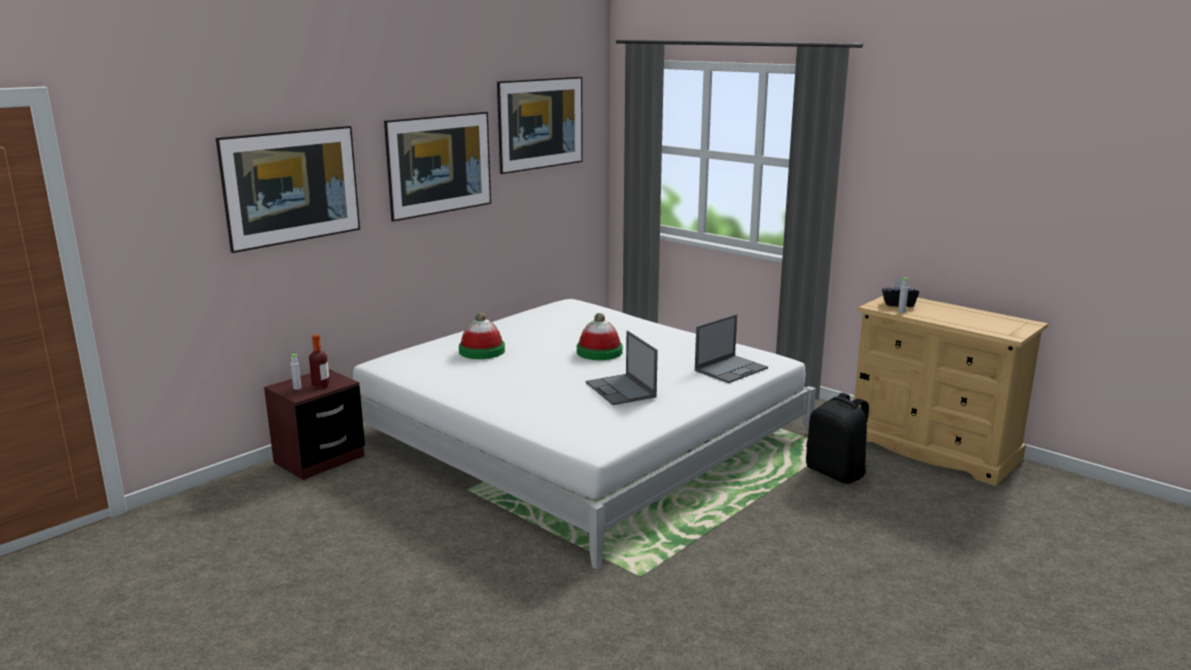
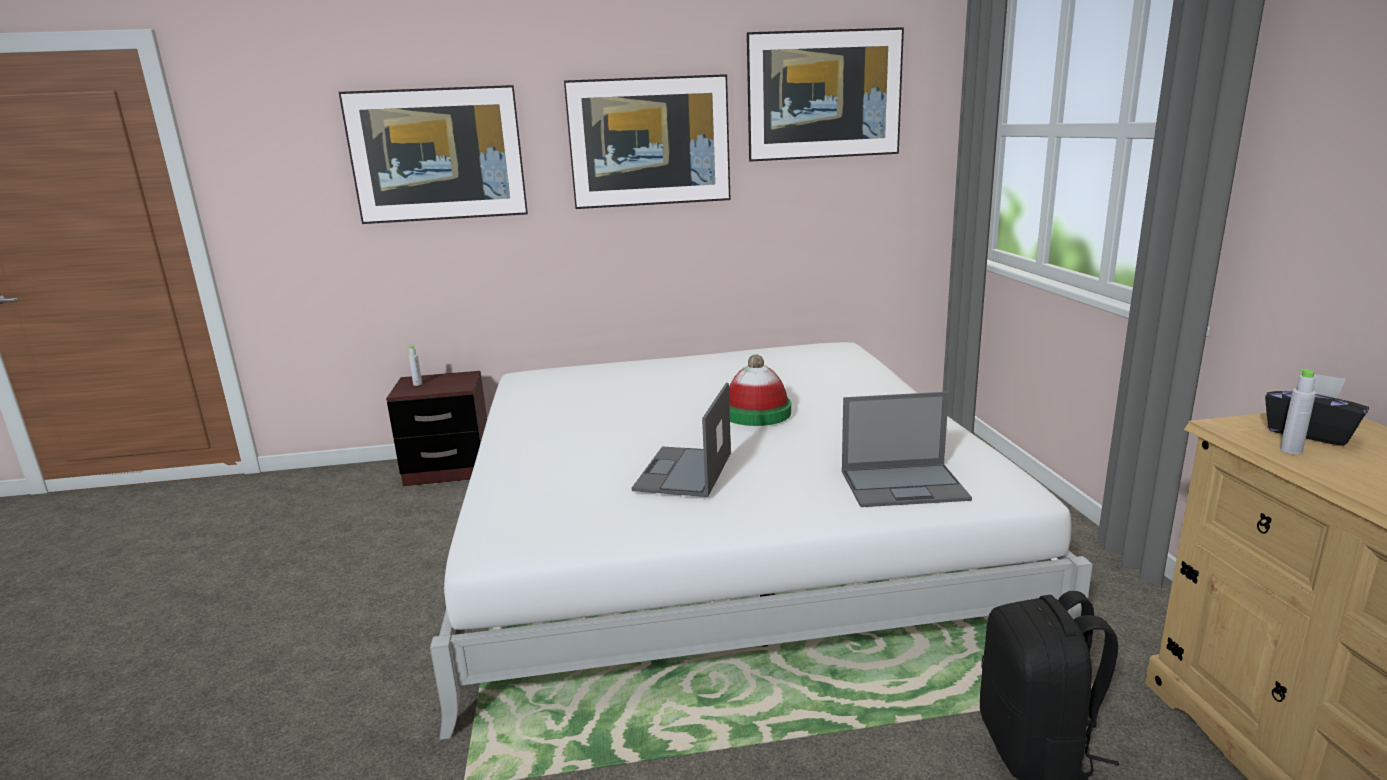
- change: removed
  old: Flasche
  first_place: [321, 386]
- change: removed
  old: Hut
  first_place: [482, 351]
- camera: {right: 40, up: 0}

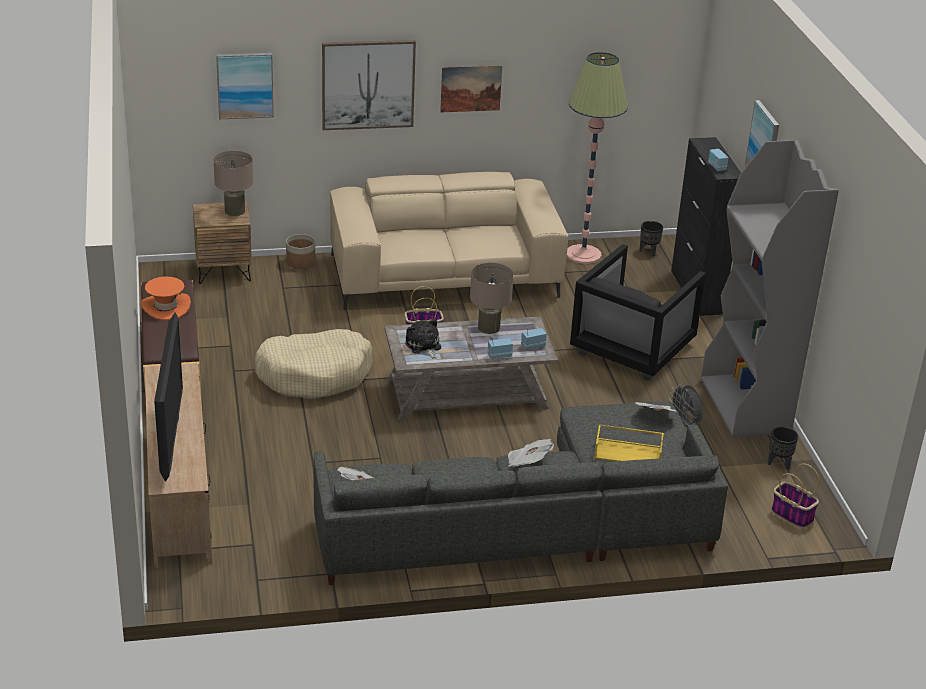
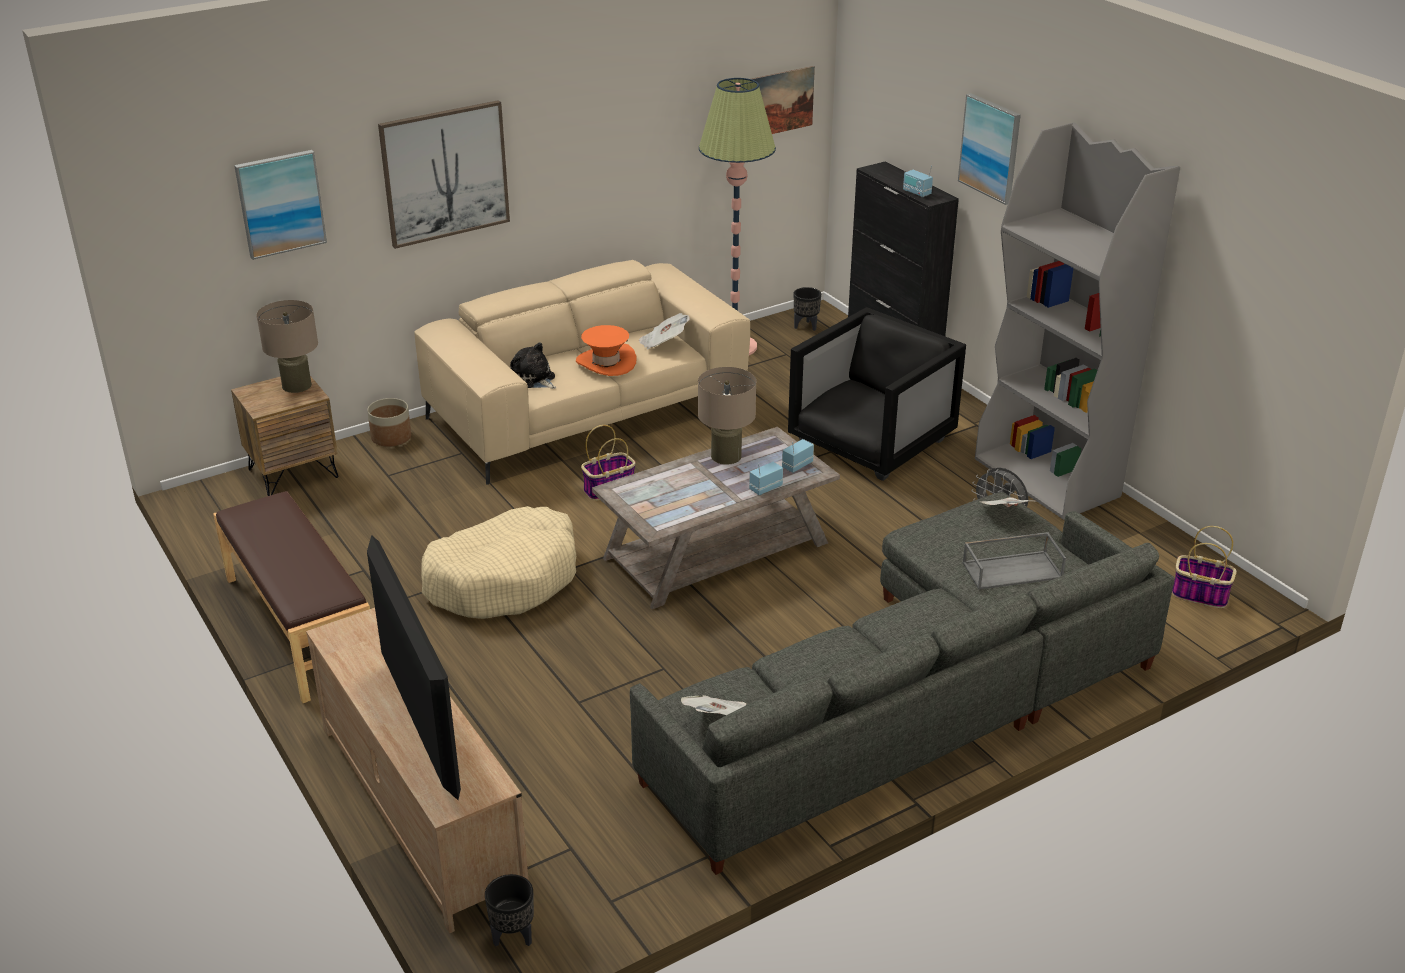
- change: moved
  old: Hut [orange]
  first_place: [166, 307]
  second_place: [606, 362]
- change: moved
  old: Plüschtier
  first_place: [423, 346]
  second_place: [533, 379]
- change: moved
  old: Bild
  first_place: [471, 88]
  second_place: [781, 102]
- change: moved
  old: Zeitung
  first_place: [528, 462]
  second_place: [663, 343]
- change: turned
  old: Sessel [schwarz]
  first_place: [632, 348]
  second_place: [871, 443]
  degrees: -150
- change: recoloured
  old: Tablett [gelb]
  new: Tablett [grau]
  first_place: [628, 452]
  second_place: [1013, 569]
- change: moved
  old: Pflanzkübel [schwarz]
  first_place: [778, 463]
  second_place: [512, 936]
- camera: {right: -20, up: 0}

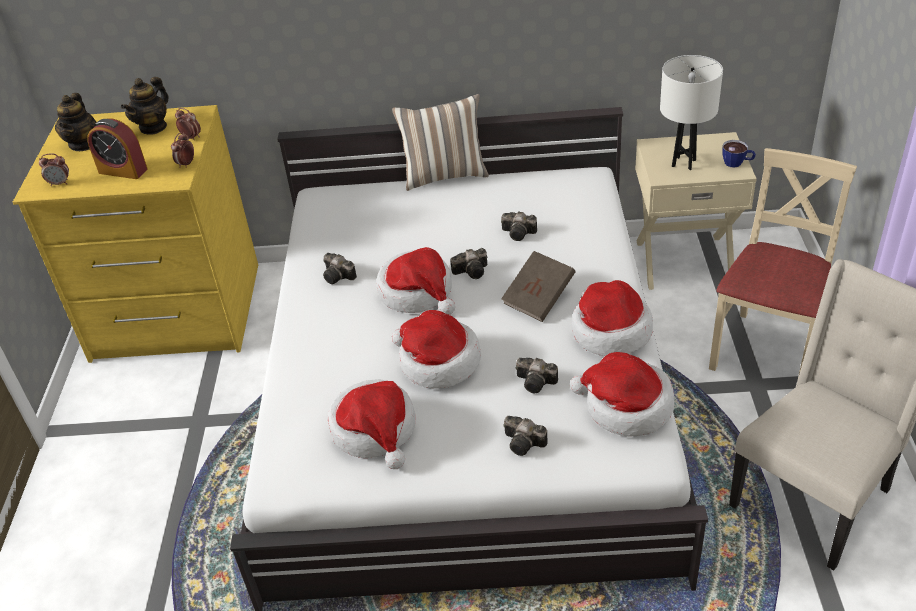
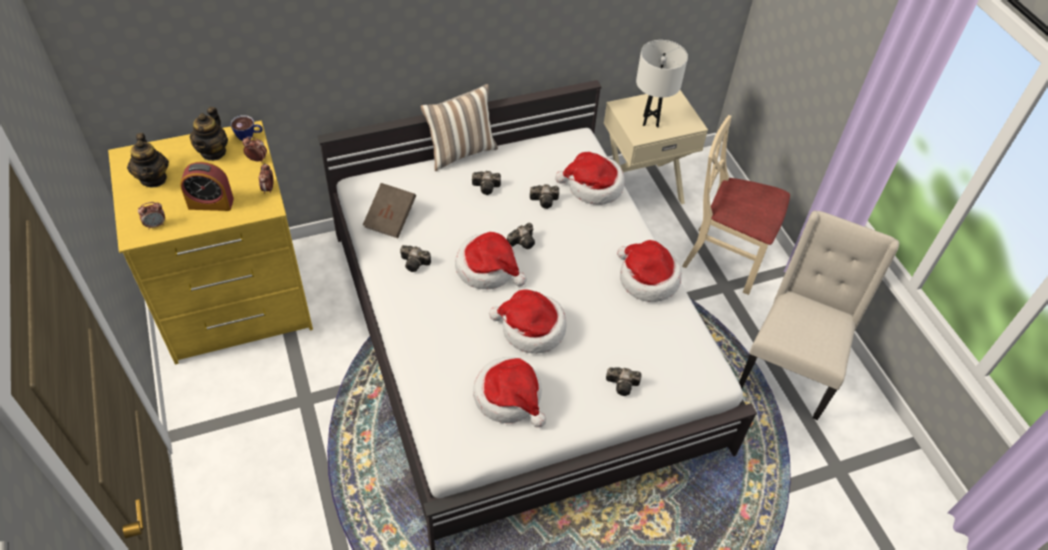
- change: moved
  old: Buch [braun]
  first_place: [538, 299]
  second_place: [390, 219]
- change: moved
  old: Kamera
  first_place: [537, 382]
  second_place: [487, 187]
- change: moved
  old: Hut
  first_place: [626, 407]
  second_place: [593, 187]
- change: turned
  old: Stuhl [beige]
  first_place: [766, 352]
  second_place: [724, 258]
  degrees: -75
- change: moved
  old: Tasse
  first_place: [737, 163]
  second_place: [249, 136]
- camera: {right: -25, up: 10}

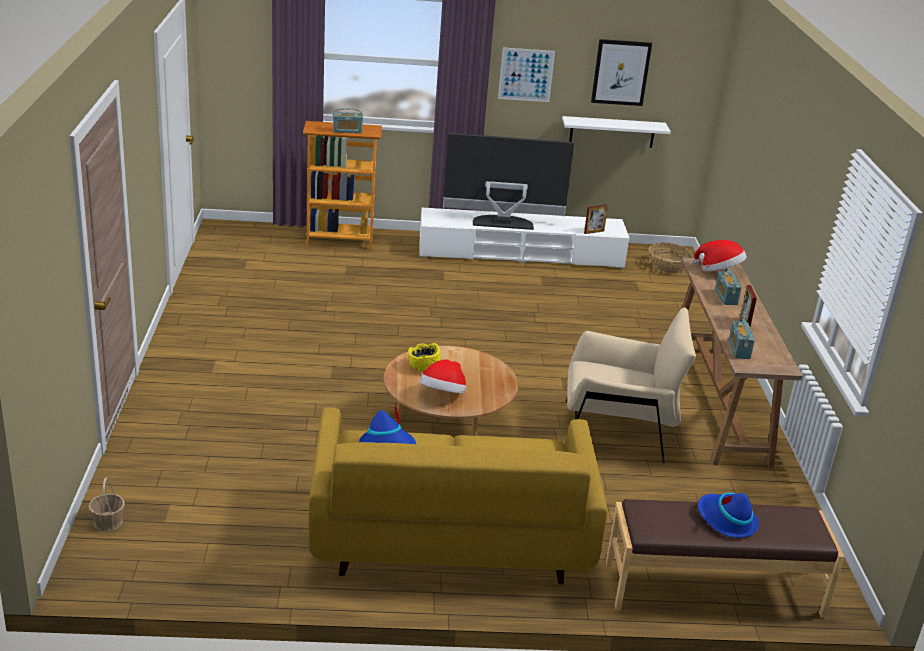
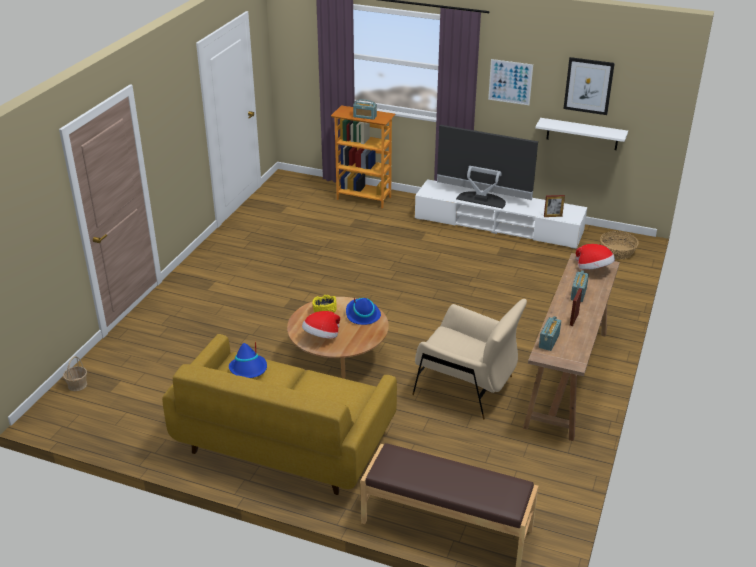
- change: moved
  old: Hut [blau]
  first_place: [726, 520]
  second_place: [362, 314]
- camera: {right: 25, up: 5}

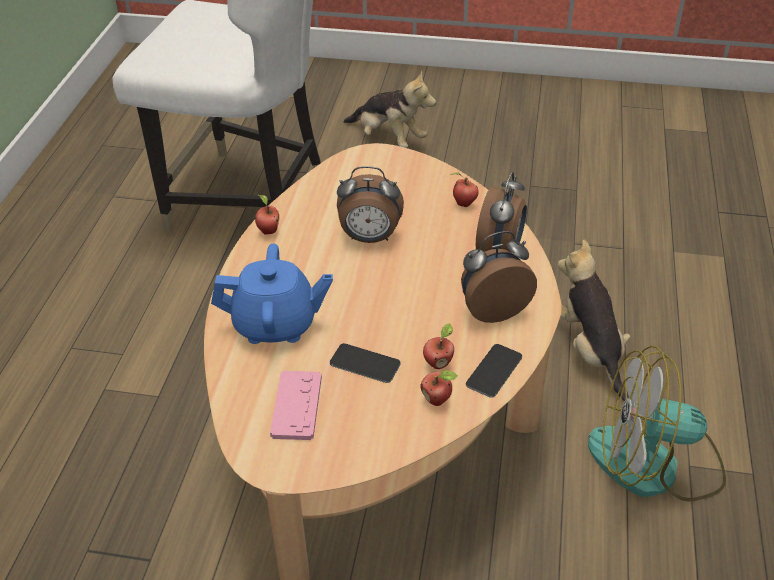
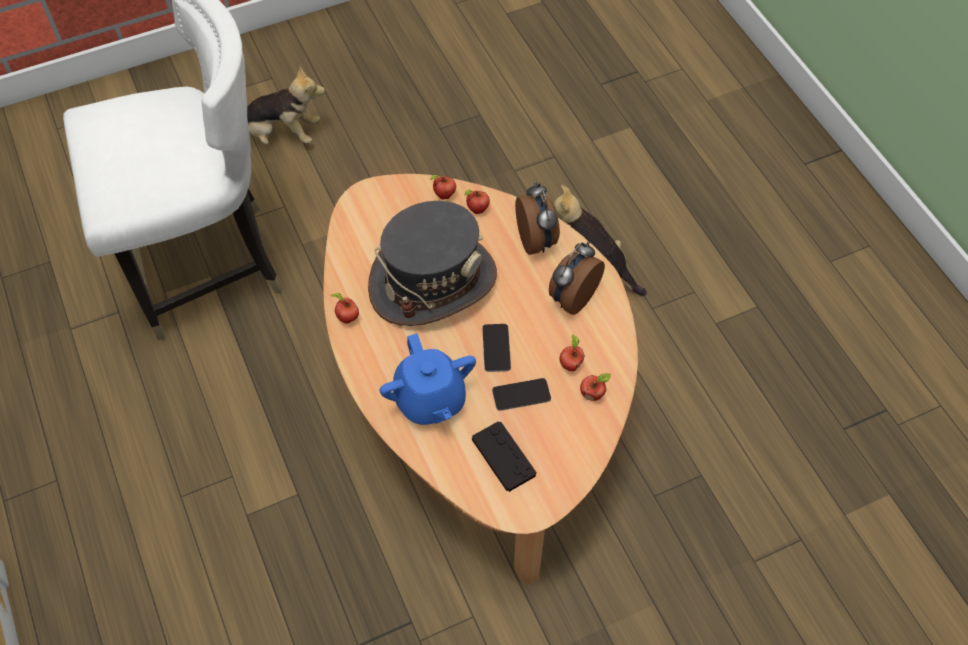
- change: turned
  old: Teekanne [blau]
  first_place: [276, 325]
  second_place: [430, 400]
  degrees: 105
- change: recoloured
  old: Gamepad [rosa]
  new: Gamepad [schwarz]
  first_place: [296, 406]
  second_place: [503, 457]
- change: replaced
  old: Wecker
  new: Hut [grau]
  first_place: [369, 238]
  second_place: [433, 282]
- change: moved
  old: Handy
  first_place: [494, 371]
  second_place: [496, 348]
- change: removed
  old: Ventilator
  first_place: [654, 464]
- change: added
  new: Apfel
  second_place: [443, 196]
- camera: {right: -35, up: 15}

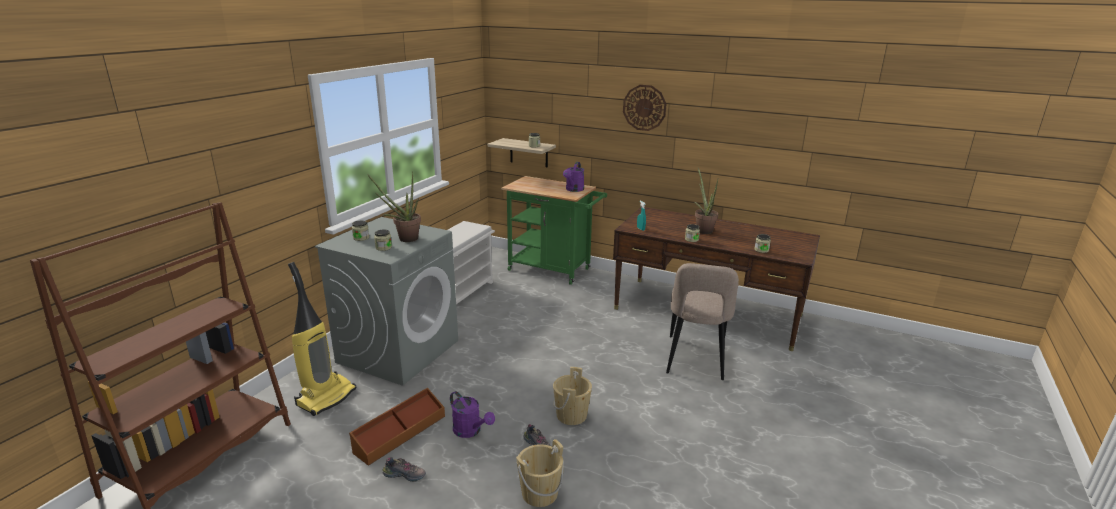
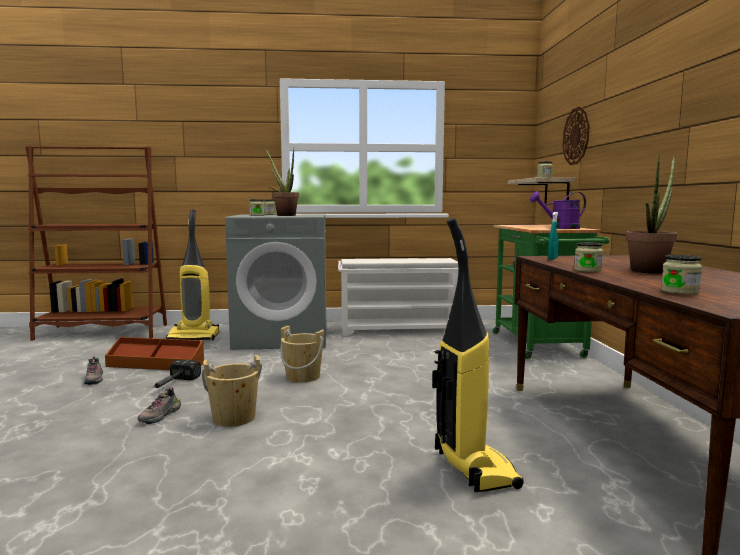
- change: replaced
  old: Gießkanne [lila]
  new: Hammer
  first_place: [470, 431]
  second_place: [173, 384]
- change: moved
  old: Eimer [beige]
  first_place: [539, 493]
  second_place: [303, 377]
- change: moved
  old: Wanduhr
  first_place: [644, 107]
  second_place: [576, 136]
- change: replaced
  old: Stuhl [beige]
  new: Staubsauger
  first_place: [695, 360]
  second_place: [473, 468]
- camera: {right: 60, up: -15}

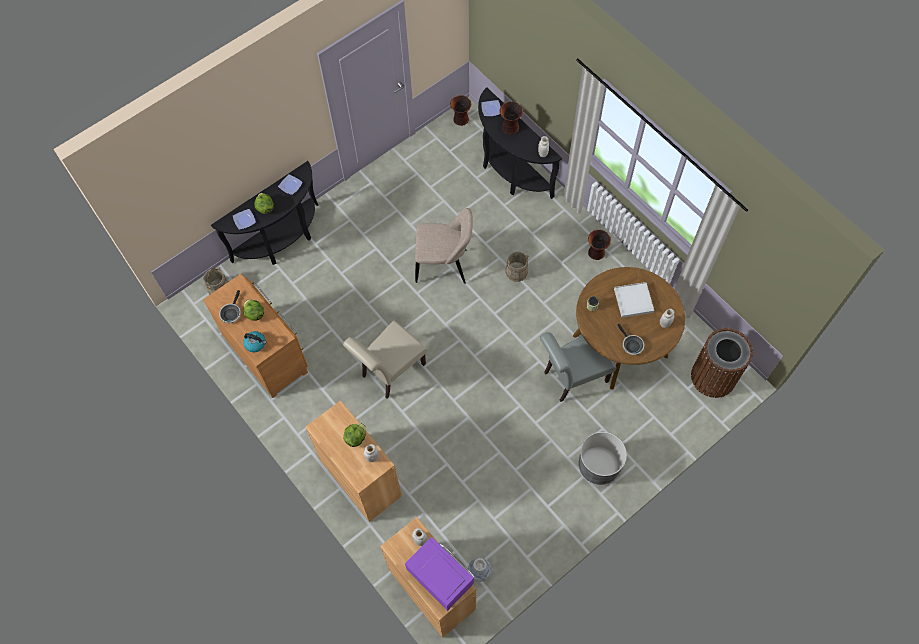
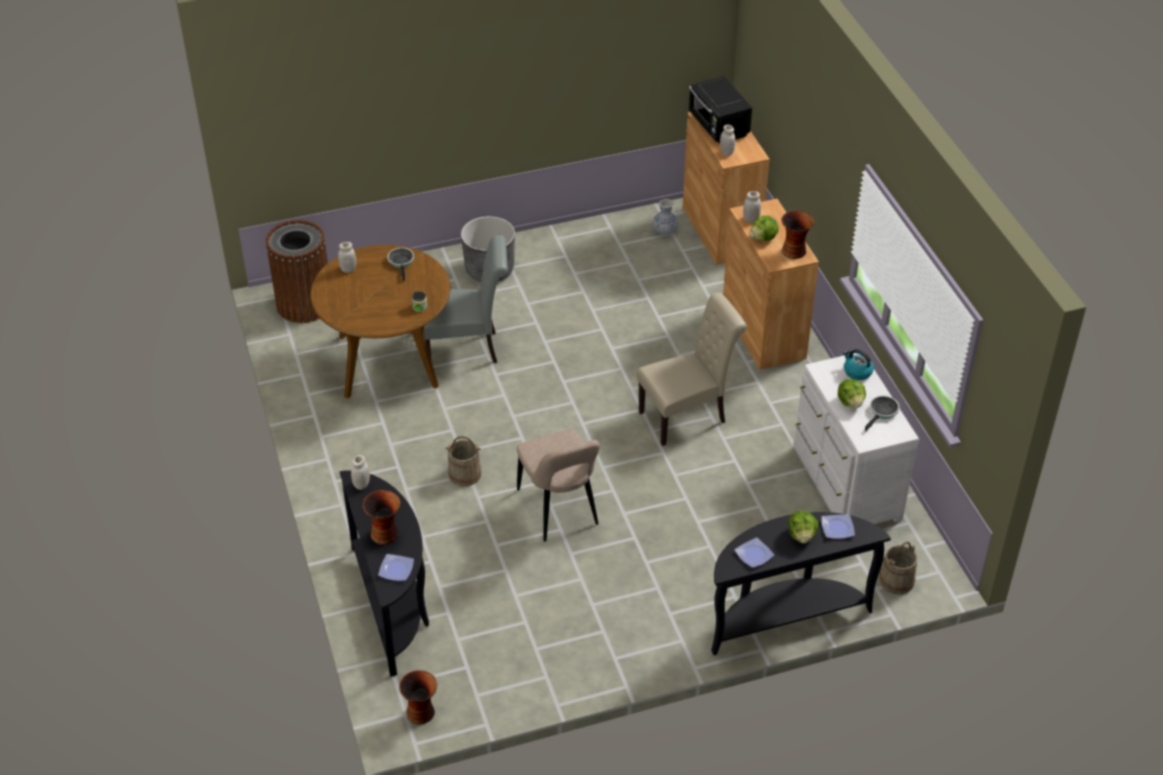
- change: recoloured
  old: Kommode [braun]
  new: Kommode [weiß]
  first_place: [266, 351]
  second_place: [844, 484]
- change: recoloured
  old: Mikrowelle [lila]
  new: Mikrowelle [schwarz]
  first_place: [440, 576]
  second_place: [718, 127]
- change: turned
  old: Stuhl [beige]
  first_place: [444, 266]
  second_place: [559, 510]
  degrees: -135
- change: moved
  old: Vase
  first_place: [596, 253]
  second_place: [794, 251]
- change: removed
  old: Tablett [weiß]
  first_place: [633, 301]
- camera: {right: -160, up: -20}

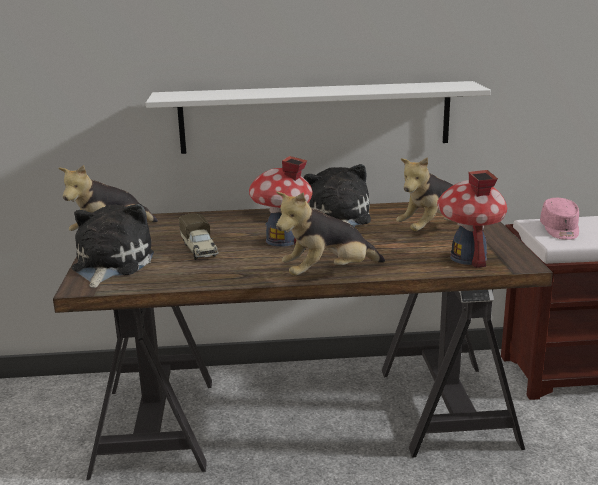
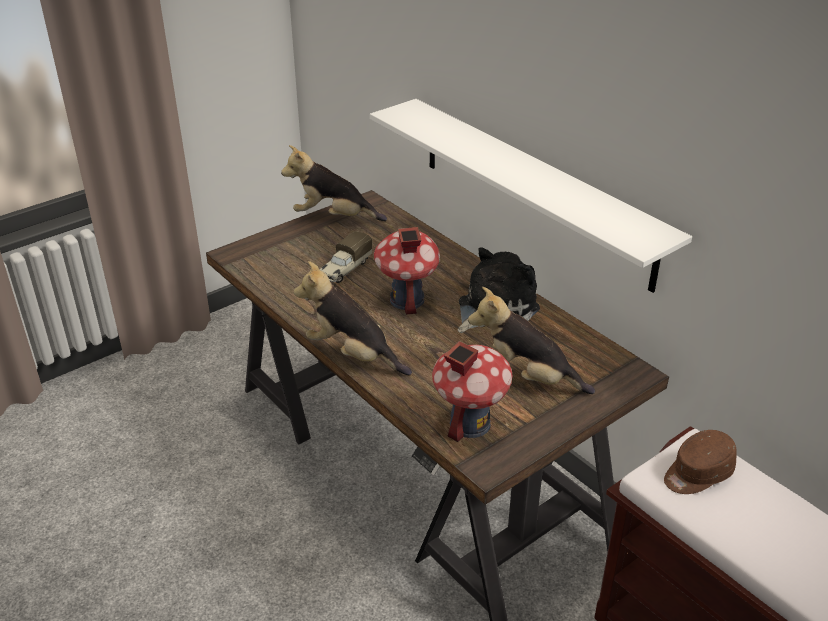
- change: removed
  old: Plüschtier
  first_place: [110, 265]
- change: recoloured
  old: Kappe [rosa]
  new: Kappe [braun]
  first_place: [560, 230]
  second_place: [697, 474]
- camera: {right: 55, up: 15}

